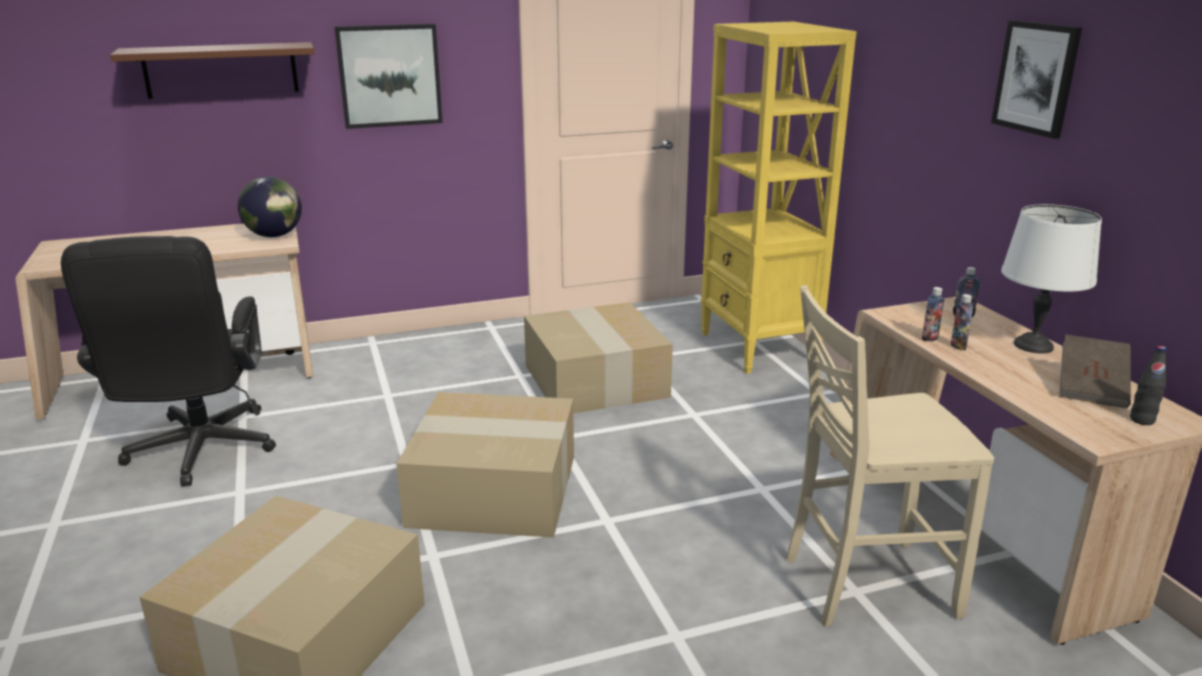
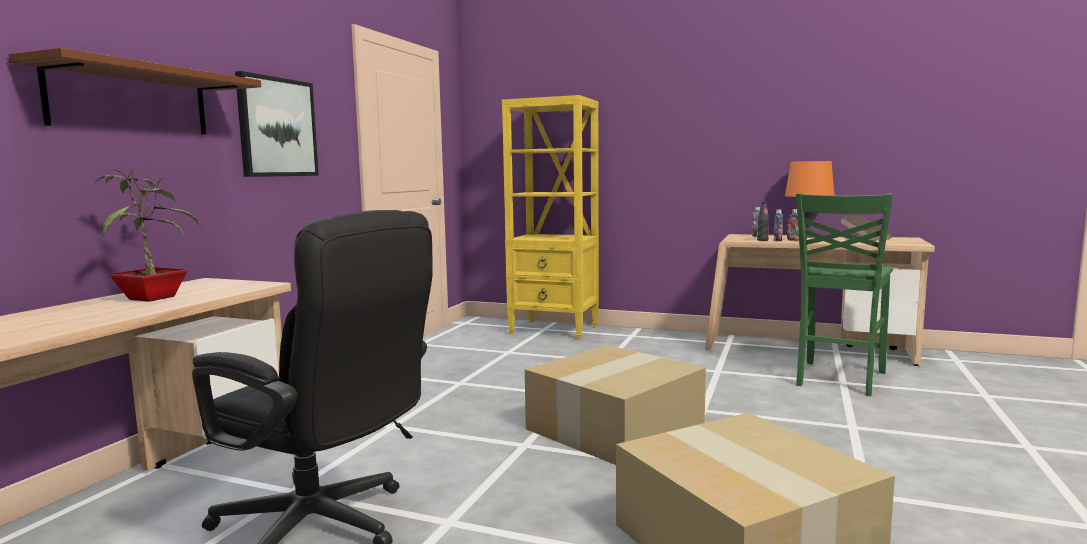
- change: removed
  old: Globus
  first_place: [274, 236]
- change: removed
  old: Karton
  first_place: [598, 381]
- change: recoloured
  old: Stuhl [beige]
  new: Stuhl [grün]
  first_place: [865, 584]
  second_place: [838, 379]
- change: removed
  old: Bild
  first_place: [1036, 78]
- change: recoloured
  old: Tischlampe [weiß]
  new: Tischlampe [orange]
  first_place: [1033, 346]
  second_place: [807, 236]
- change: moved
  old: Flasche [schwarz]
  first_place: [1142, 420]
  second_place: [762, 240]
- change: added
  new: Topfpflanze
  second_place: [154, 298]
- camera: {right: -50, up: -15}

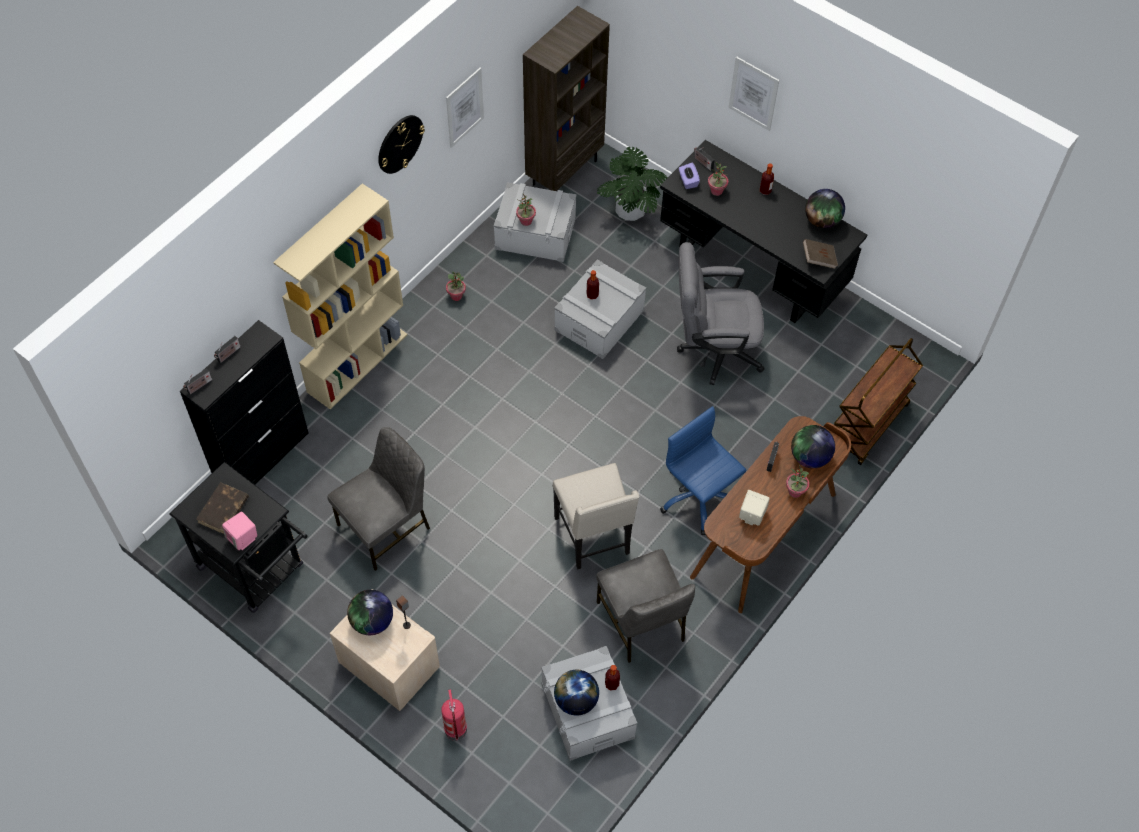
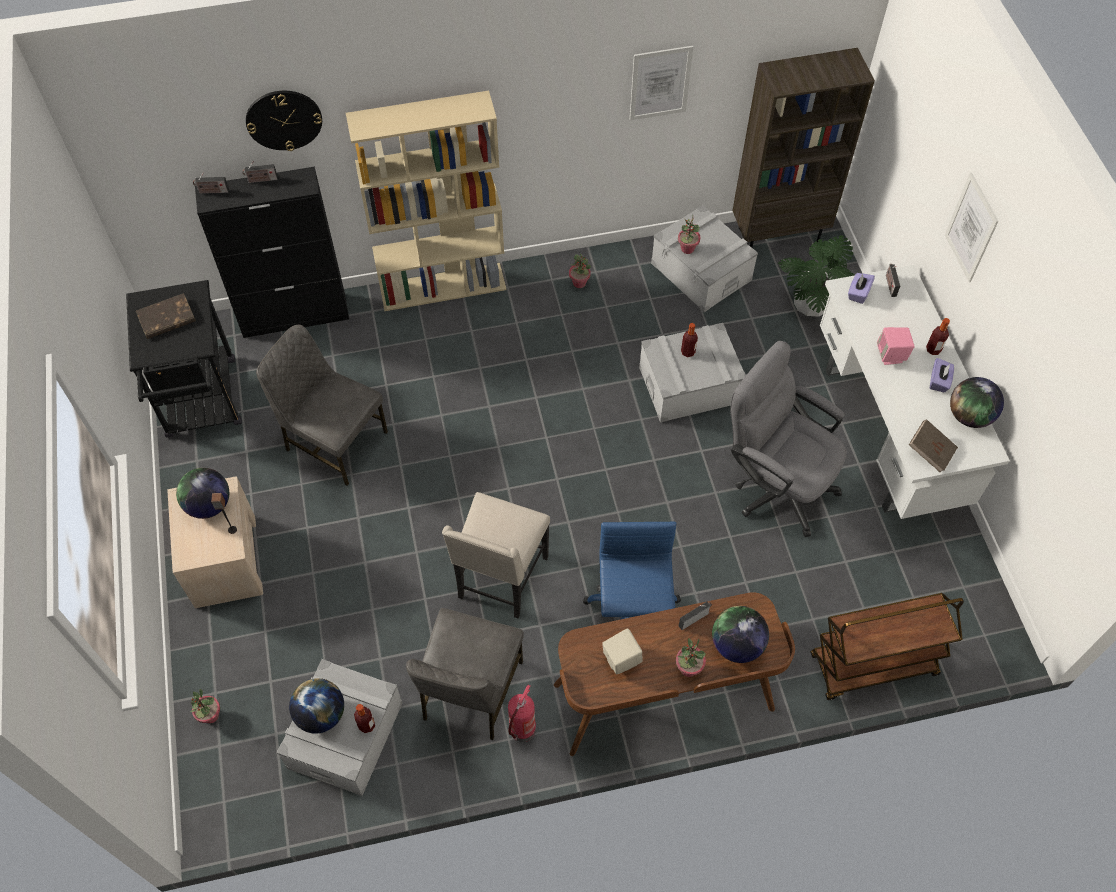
- change: moved
  old: Lautsprecher [rosa]
  first_place: [243, 538]
  second_place: [891, 355]
- change: turned
  old: Stuhl [grau]
  first_place: [386, 527]
  second_place: [334, 441]
  degrees: -150
- change: moved
  old: Wanduhr
  first_place: [400, 143]
  second_place: [284, 119]
- change: moved
  old: Feuerlöscher
  first_place: [456, 731]
  second_place: [522, 731]
- change: recoloured
  old: Schreibtisch [schwarz]
  new: Schreibtisch [weiß]
  first_place: [752, 269]
  second_place: [886, 433]
- change: moved
  old: Topfpflanze
  first_place: [716, 191]
  second_place: [210, 716]
- change: added
  new: Taschentuchbox [lila]
  second_place: [939, 381]
- camera: {right: 40, up: 0}

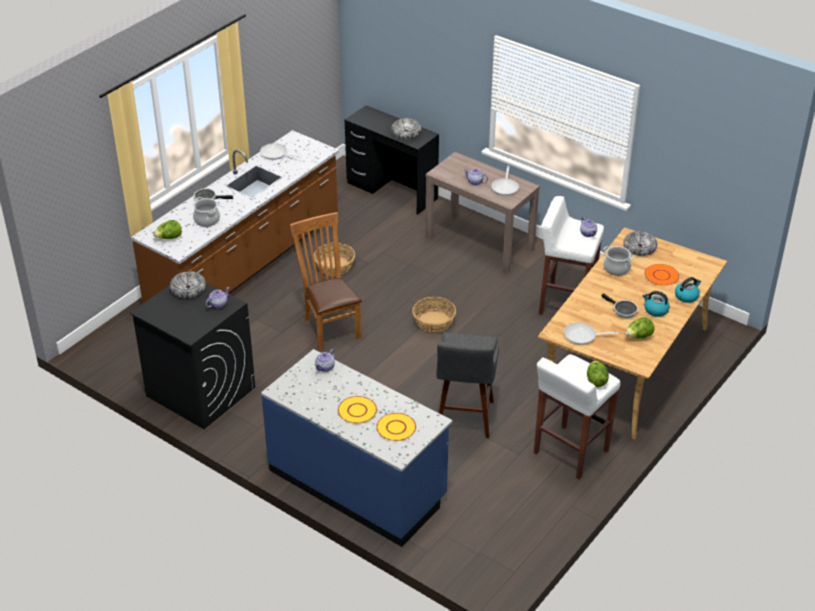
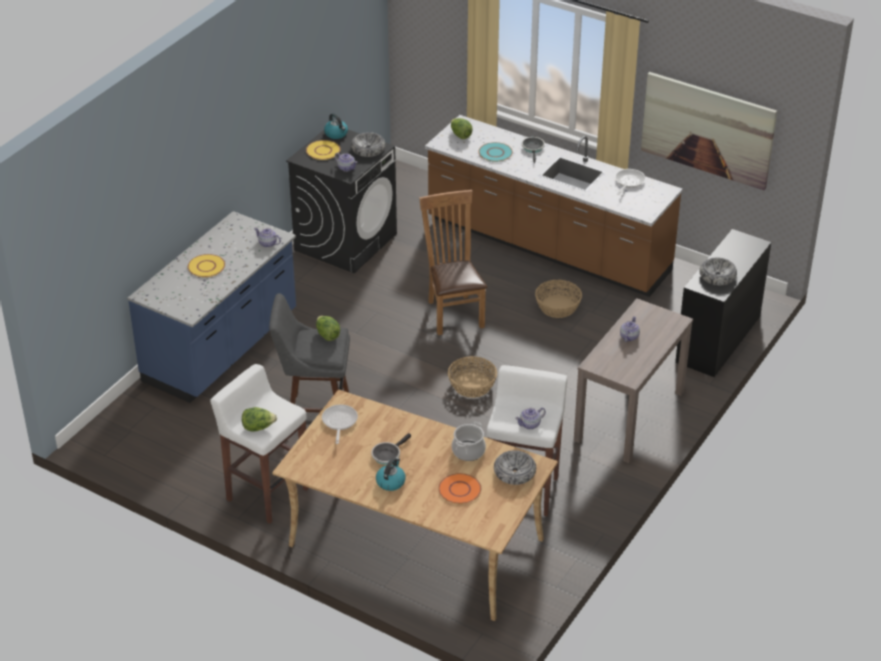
- change: replaced
  old: Kochtopf
  new: Teller [türkis]
  first_place: [207, 220]
  second_place: [495, 153]
- change: turned
  old: Stuhl [braun]
  first_place: [329, 326]
  second_place: [453, 312]
  degrees: -75
- change: moved
  old: Teller [gelb]
  first_place: [396, 428]
  second_place: [323, 151]
- change: removed
  old: Pfanne
  first_place: [505, 187]
- change: moved
  old: Salatkopf
  first_place: [638, 337]
  second_place: [327, 335]
- change: moved
  old: Wasserkessel
  first_place: [686, 296]
  second_place: [336, 134]
- change: added
  new: Bild
  second_place: [707, 130]
- camera: {right: 85, up: 0}

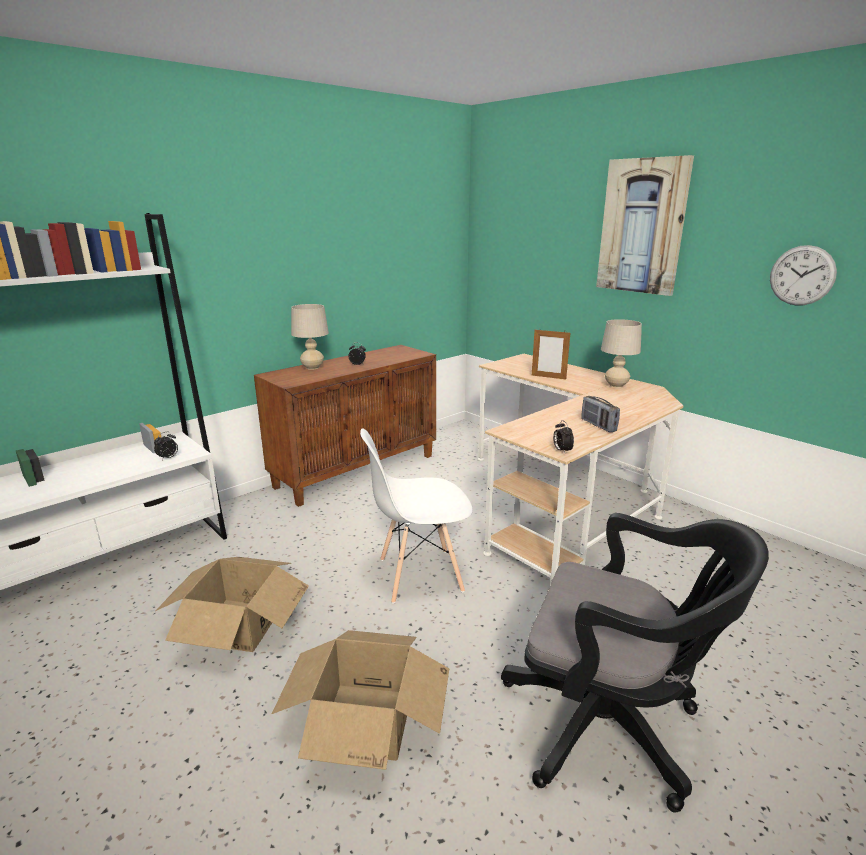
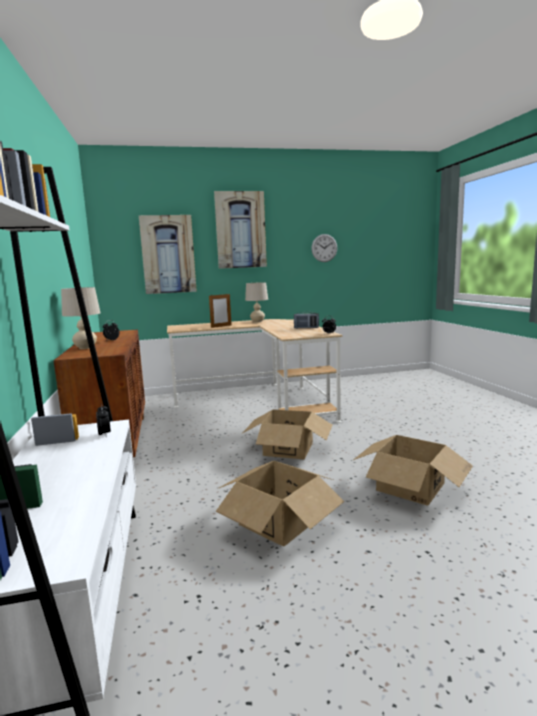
- change: replaced
  old: Stuhl [weiß]
  new: Karton
  first_place: [419, 575]
  second_place: [288, 448]
- change: removed
  old: Bürostuhl [schwarz]
  first_place: [610, 726]
- change: added
  new: Bild
  second_place: [168, 254]
- camera: {right: -60, up: -10}

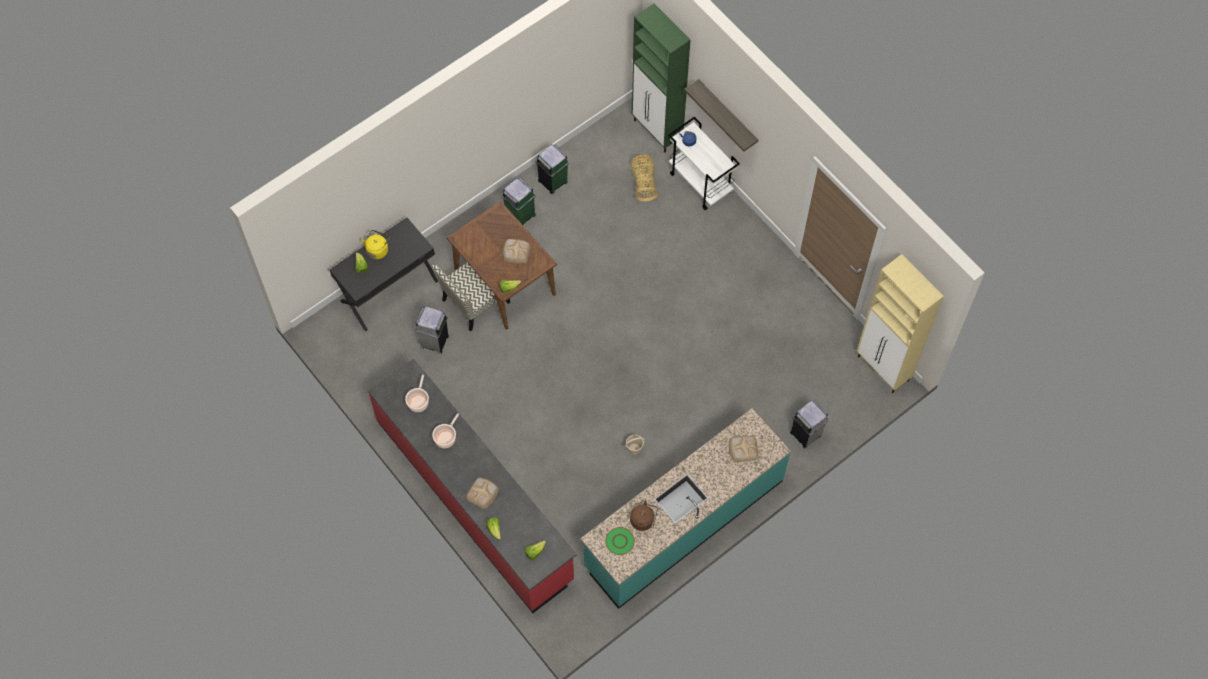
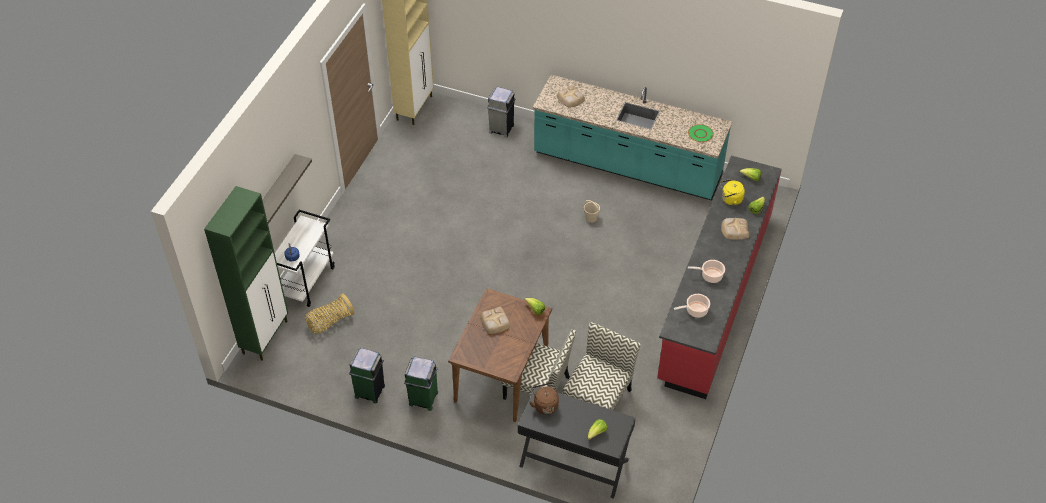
- change: moved
  old: Wasserkessel [gelb]
  first_place: [378, 249]
  second_place: [730, 200]
- change: replaced
  old: Mülleimer [grau]
  new: Stuhl
  first_place: [434, 341]
  second_place: [598, 398]
- change: moved
  old: Wasserkessel [braun]
  first_place: [643, 521]
  second_place: [545, 405]
- camera: {right: -120, up: -15}

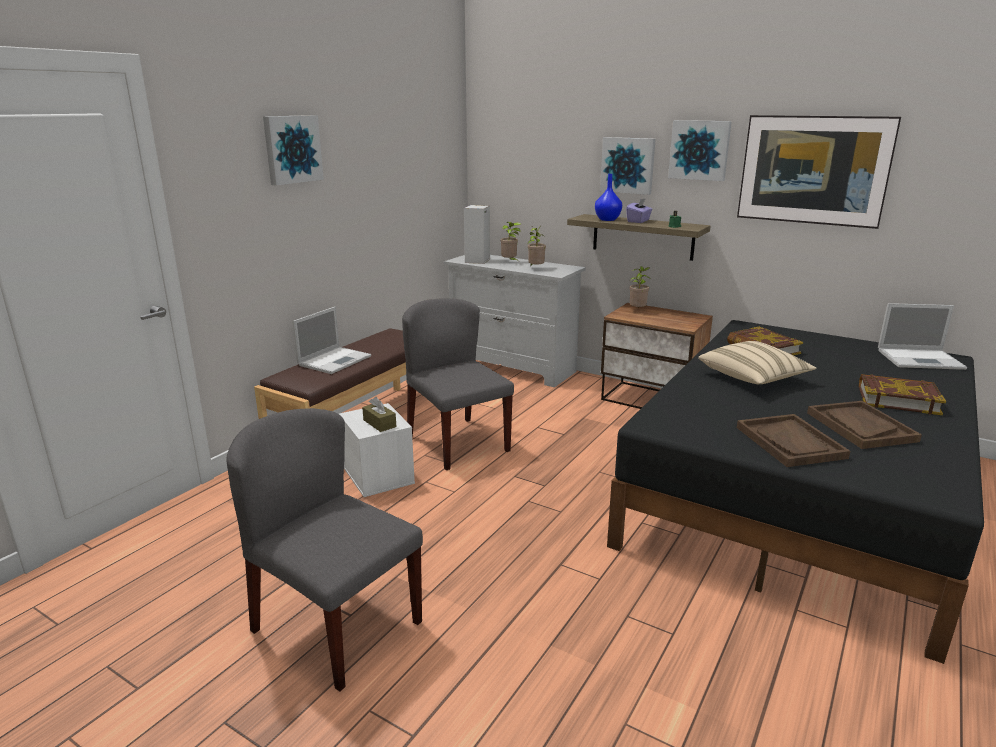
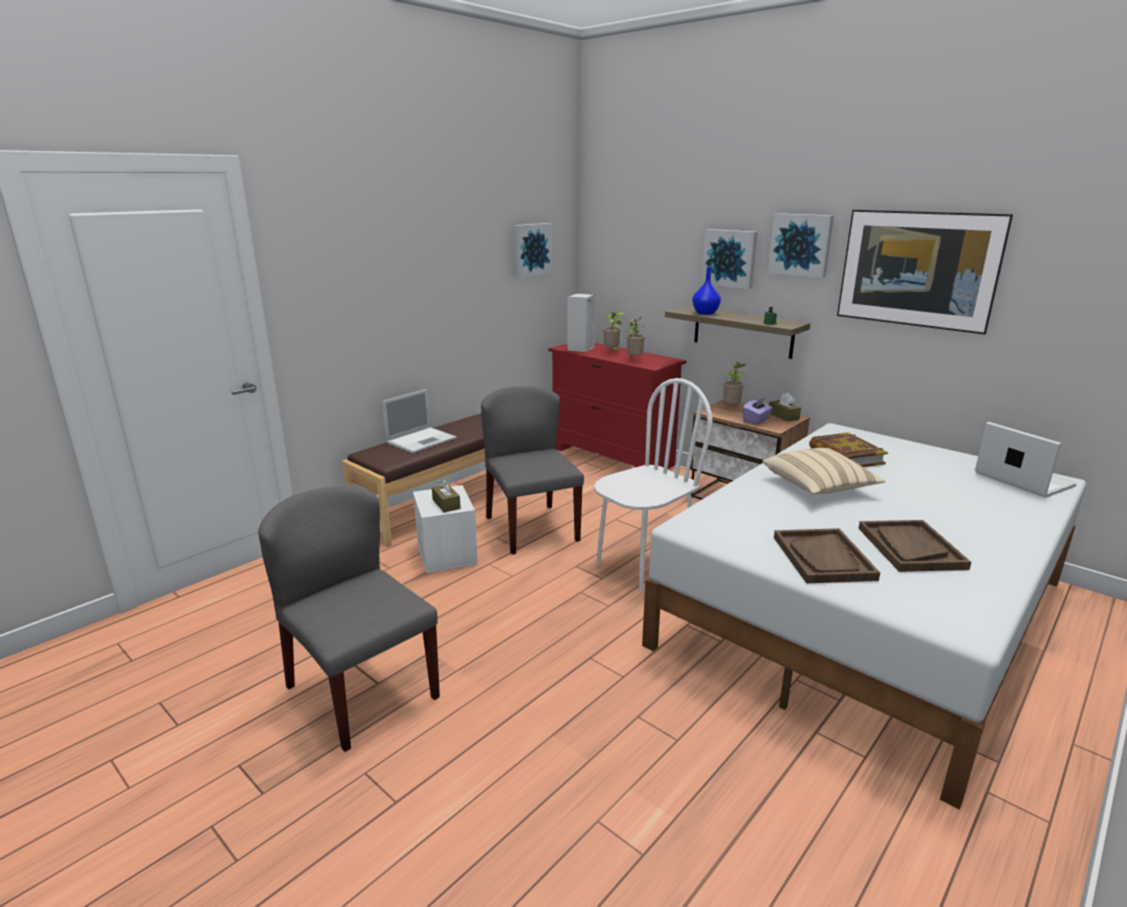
- change: moved
  old: Bild
  first_place: [292, 149]
  second_place: [531, 249]
- change: recoloured
  old: Kommode [weiß]
  new: Kommode [rot]
  first_place: [513, 367]
  second_place: [612, 457]
- change: recoloured
  old: Bett [schwarz]
  new: Bett [weiß]
  first_place: [799, 494]
  second_place: [865, 613]
- change: moved
  old: Taschentuchbox [lila]
  first_place: [638, 221]
  second_place: [756, 420]
- change: removed
  old: Buch
  first_place: [897, 399]
- change: turned
  old: Laptop
  first_place: [921, 359]
  second_place: [1021, 479]
  degrees: -135
- change: added
  new: Stuhl [weiß]
  second_place: [643, 565]
- change: added
  new: Taschentuchbox [braun]
  second_place: [783, 416]
- camera: {right: 10, up: 0}

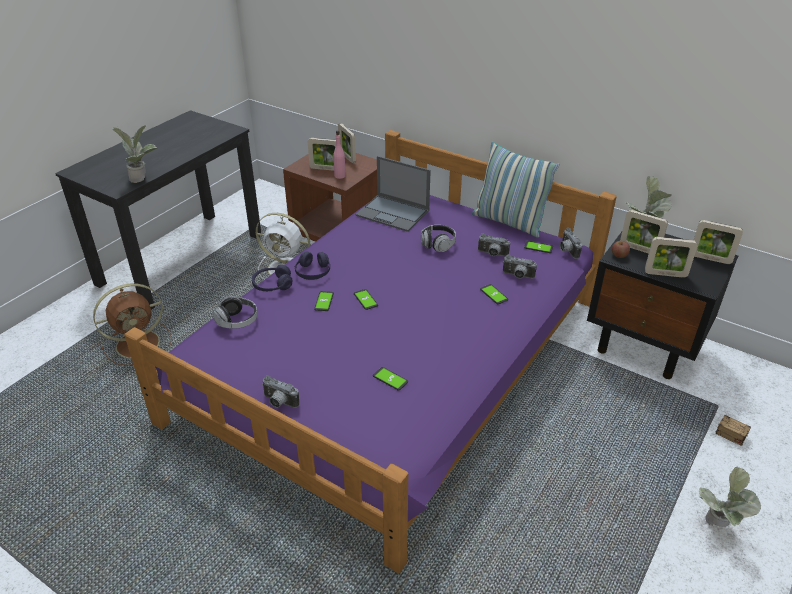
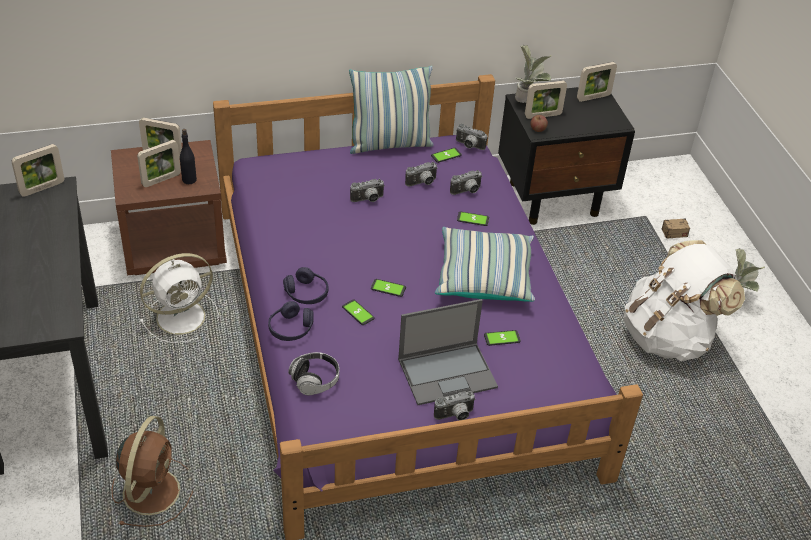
- change: removed
  old: Topfpflanze
  first_place: [142, 177]
- change: recoloured
  old: Flasche [rosa]
  new: Flasche [schwarz]
  first_place: [340, 176]
  second_place: [189, 180]
- change: moved
  old: Laptop
  first_place: [393, 213]
  second_place: [448, 373]
- change: replaced
  old: Kopfhörer
  new: Kamera
  first_place: [437, 244]
  second_place: [368, 200]
- change: moved
  old: Bilderrahmen
  first_place: [665, 274]
  second_place: [42, 188]
- change: added
  new: Kissen
  second_place: [483, 277]
- change: added
  new: Rucksack [weiß]
  second_place: [669, 337]
- camera: {right: -50, up: 5}

